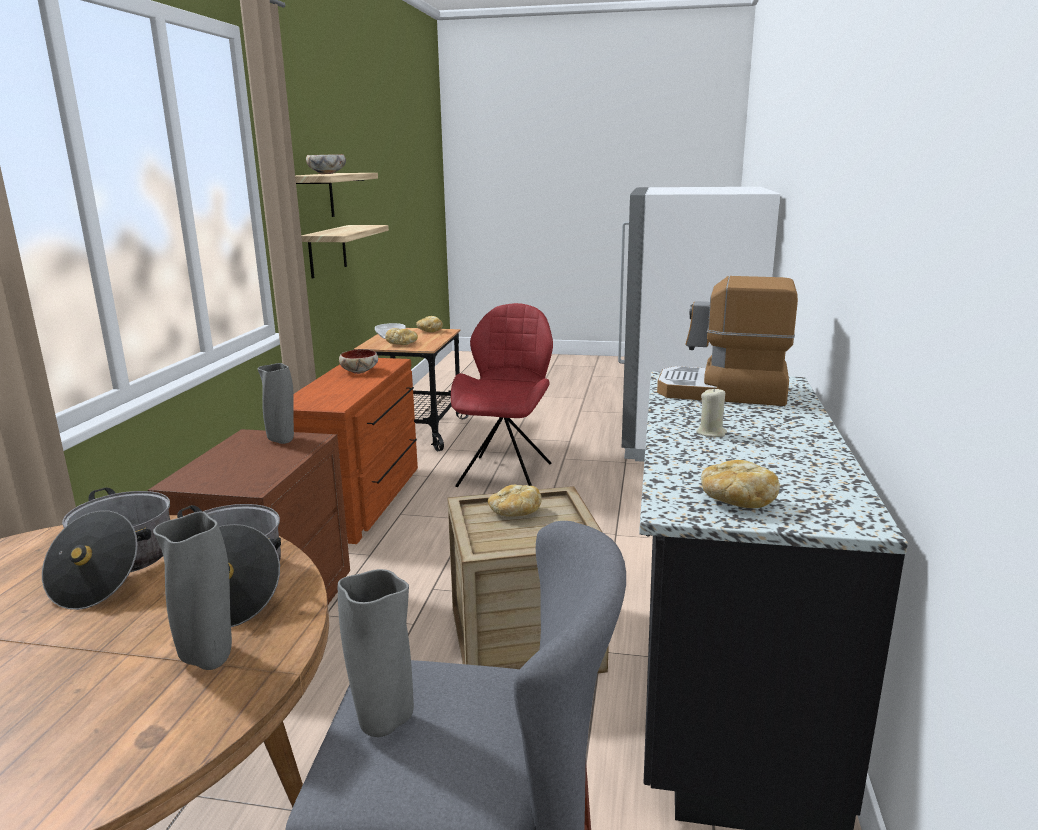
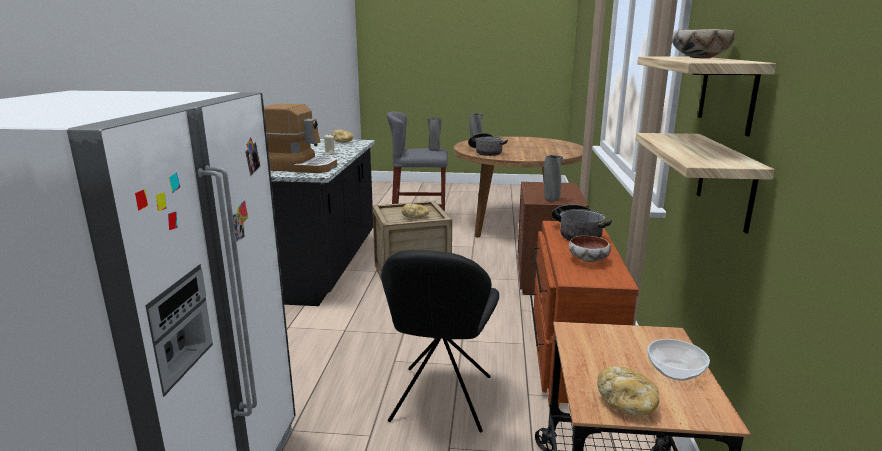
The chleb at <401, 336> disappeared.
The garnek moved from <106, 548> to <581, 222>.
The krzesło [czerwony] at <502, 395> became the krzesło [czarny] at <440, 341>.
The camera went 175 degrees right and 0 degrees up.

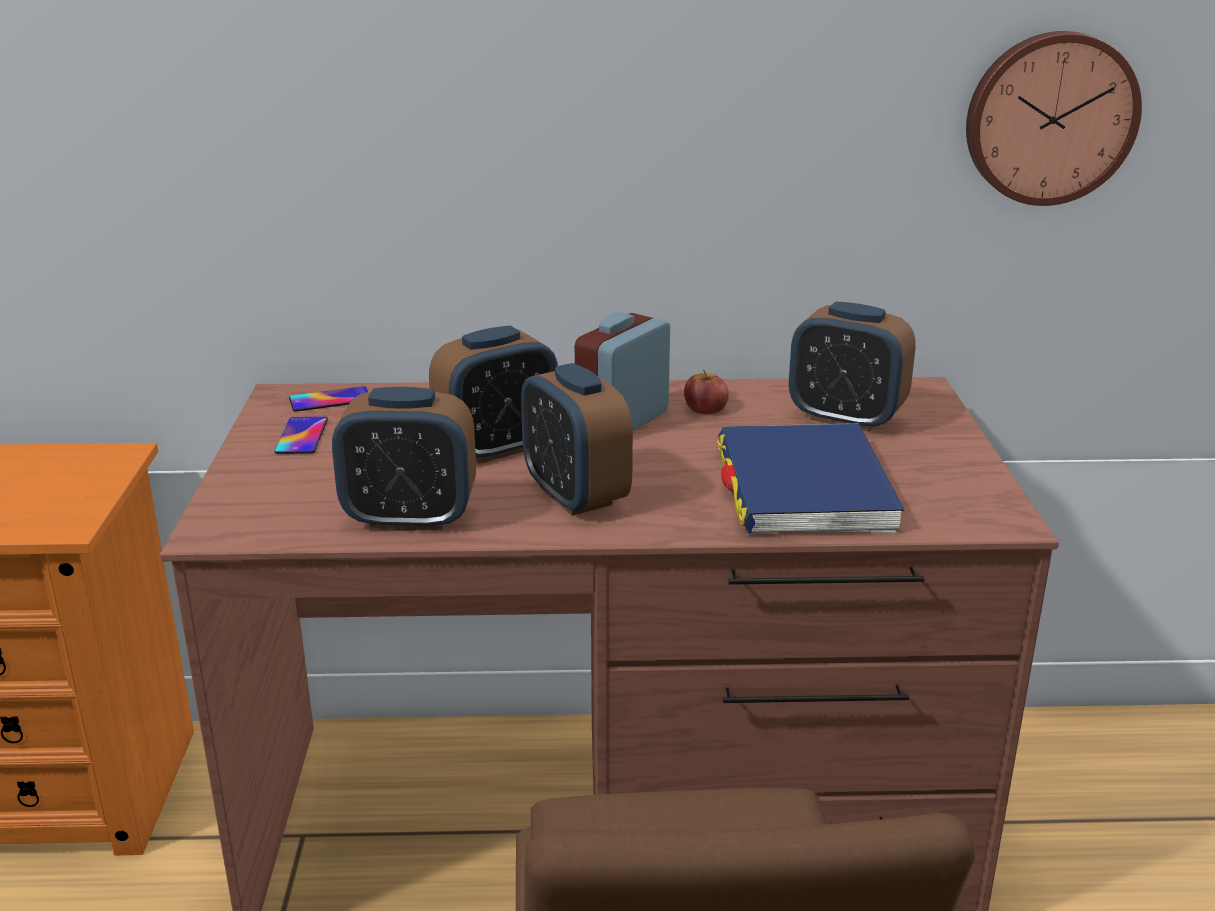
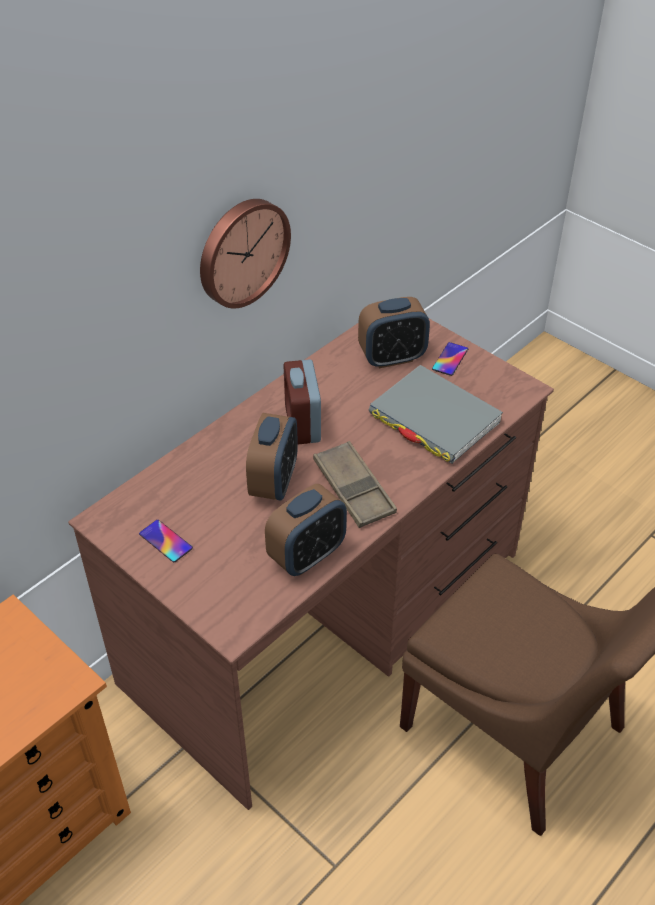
The jabłko at <706, 391> disappeared.
The telefon moved from <328, 398> to <450, 359>.
The zegar ścienny moved from <1054, 118> to <245, 254>.
The budzik at <577, 439> was replaced by the taca [brązowy] at <355, 484>.
The książka [niebieski] at <811, 478> became the książka [szary] at <436, 414>.
The camera went 45 degrees left and 20 degrees up.

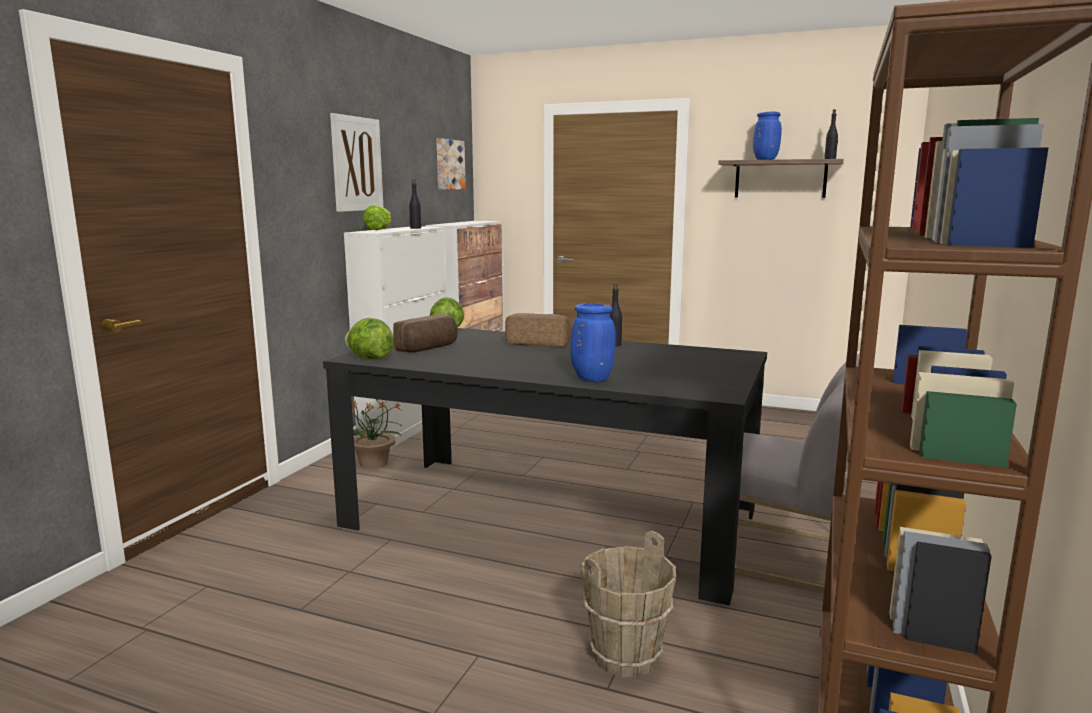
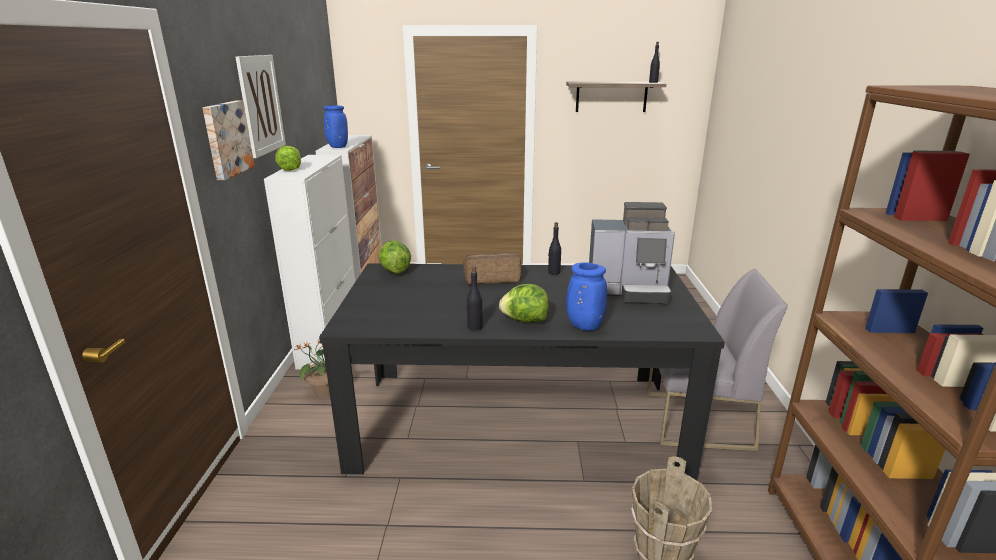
The chleb at <425, 333> disappeared.
The ekspres do kawy at <632, 253> appeared.
The sałata moved from <369, 338> to <524, 303>.
The butelka [czarny] moved from <415, 204> to <474, 299>.
The obraz moved from <451, 164> to <228, 140>.
The wazon [niebieski] moved from <767, 136> to <336, 126>.
The camera went 20 degrees left and 10 degrees up.

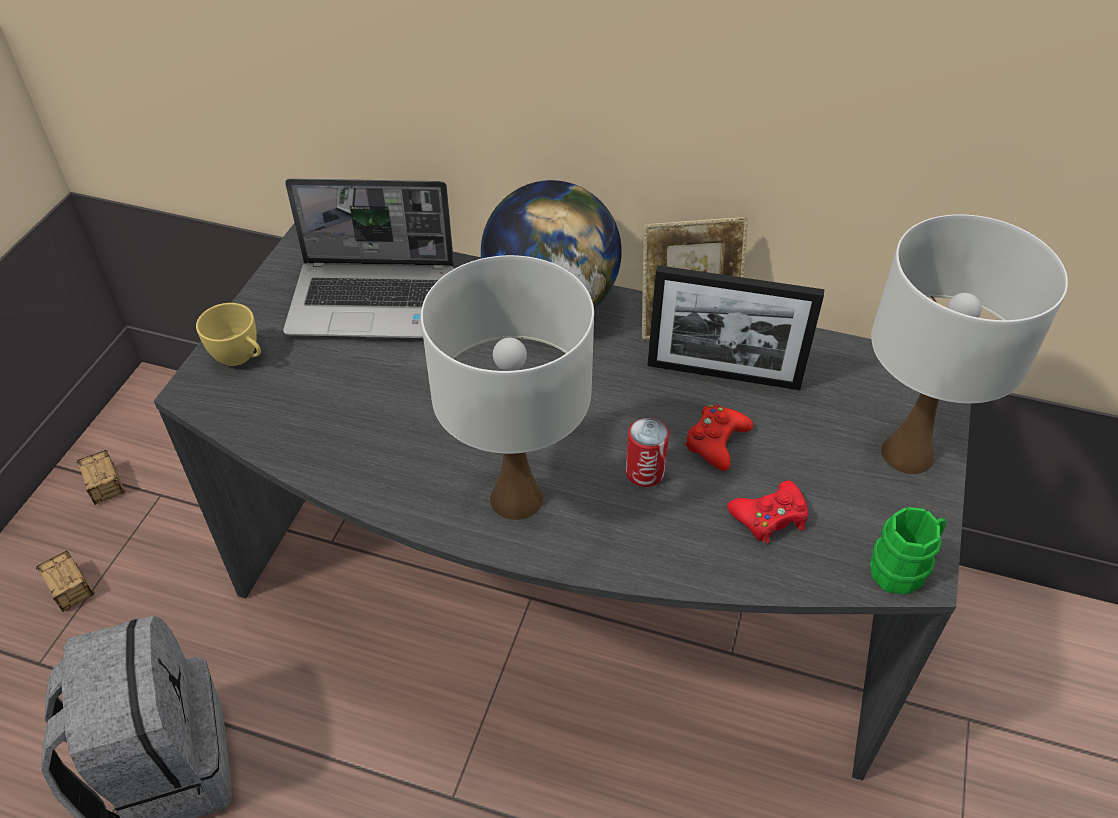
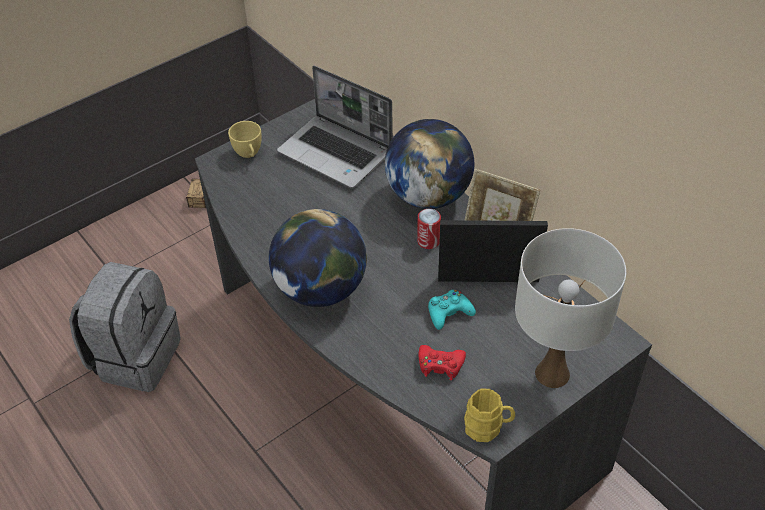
The pojemnik do przechowywania at <65, 581> disappeared.
The puszka moved from <647, 452> to <429, 229>.
The lampa stołowa [biały] at <507, 387> was replaced by the globus at <318, 258>.
The pad do gier [czerwony] at <718, 437> became the pad do gier [turkusowy] at <452, 310>.
The kubek [zielony] at <908, 550> became the kubek [żółty] at <489, 415>.
The ramka na zdjęcie at <735, 327> turned 135 degrees clockwise.
The camera went 35 degrees right and 0 degrees up.

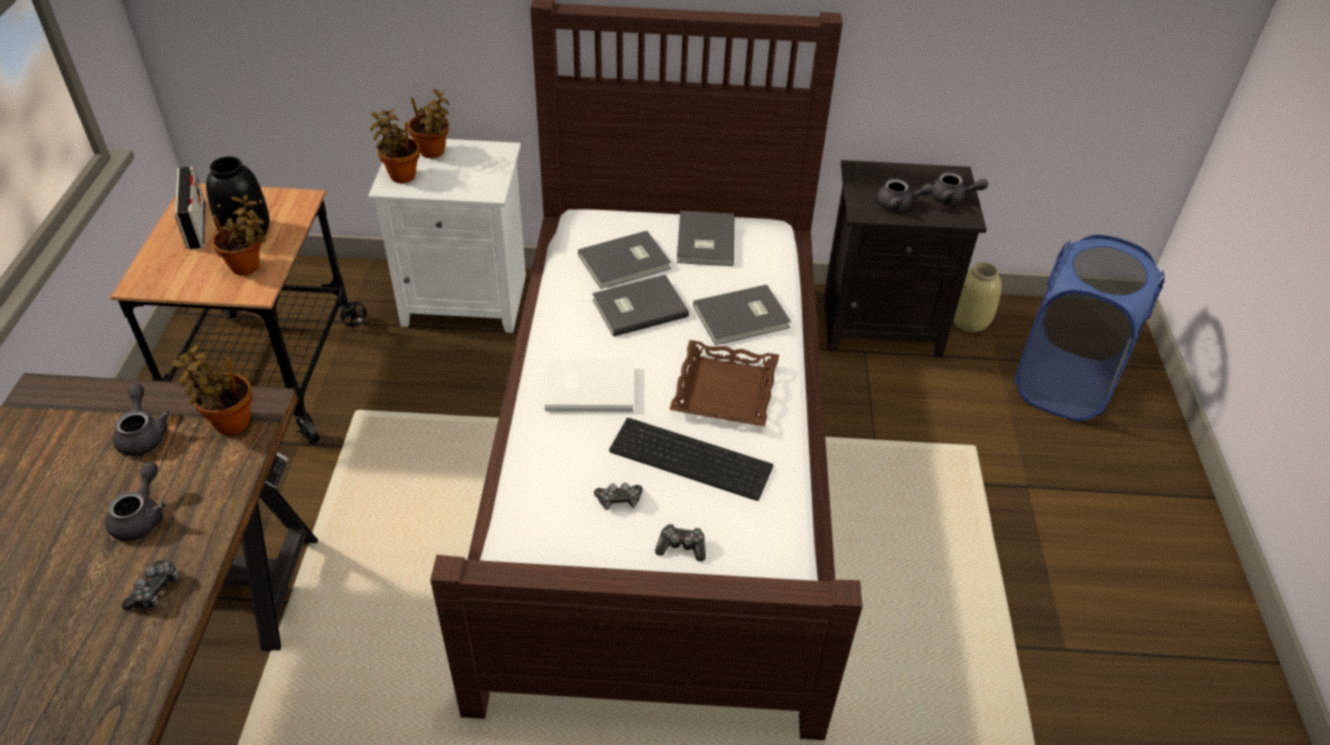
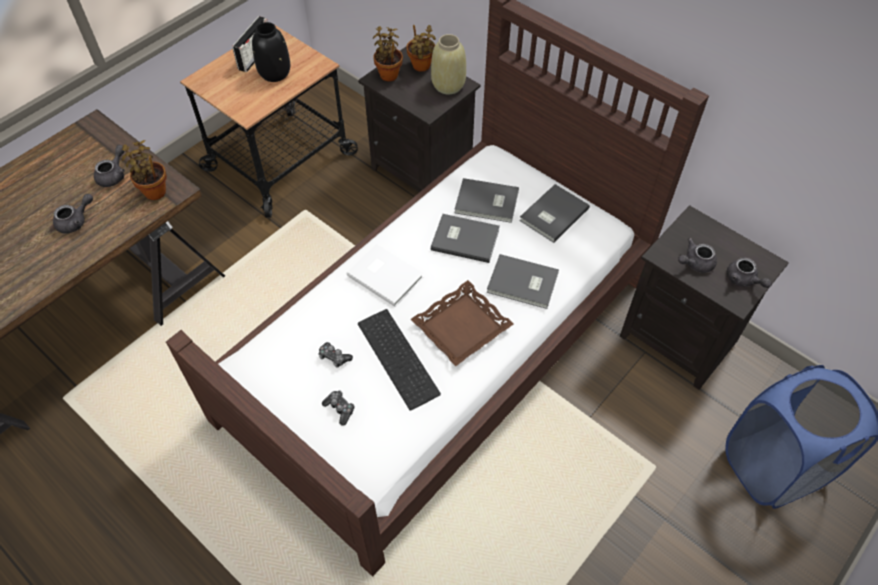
The pad do gier at <150, 585> disappeared.
The roślina doniczkowa at <239, 235> disappeared.
The wazon [beżowy] moved from <977, 297> to <448, 64>.
The szafka nocna [biały] at <447, 235> became the szafka nocna [czarny] at <419, 119>.
The imbryk [szary] at <906, 195> turned 105 degrees clockwise.
The camera went 40 degrees right and 10 degrees up.

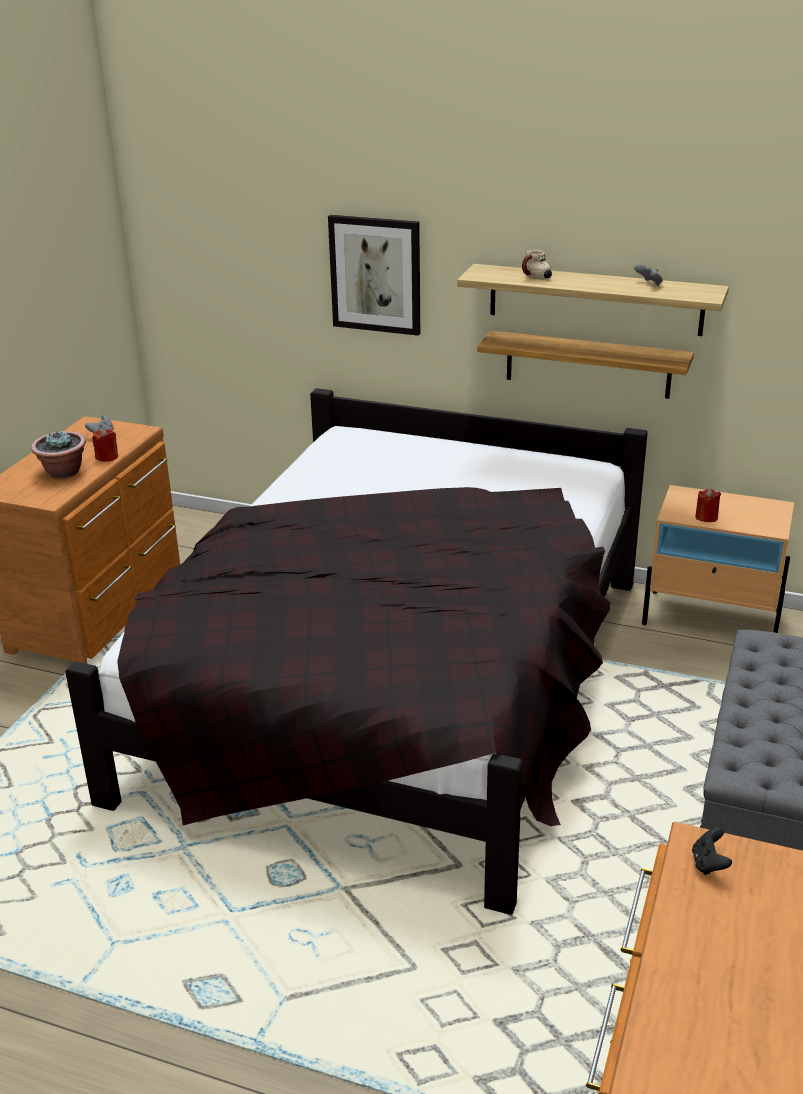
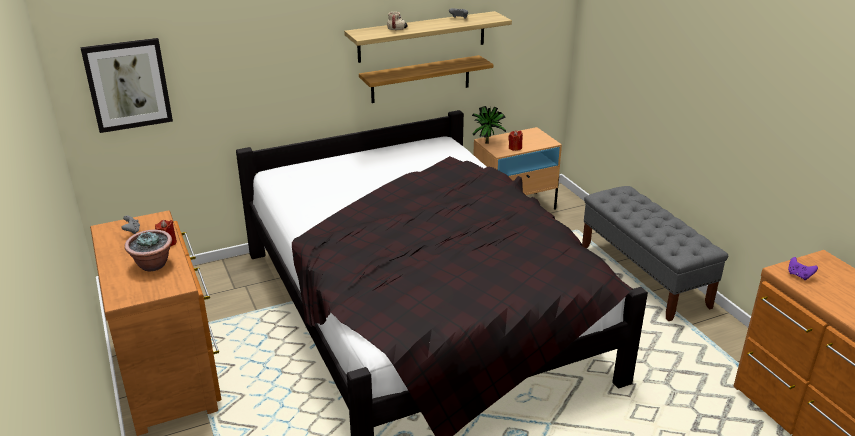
The roślina doniczkowa at <489, 125> appeared.
The obraz moved from <374, 275> to <126, 85>.
The pad do gier [czarny] at <712, 851> became the pad do gier [fioletowy] at <803, 268>.
The camera went 45 degrees left and 0 degrees up.

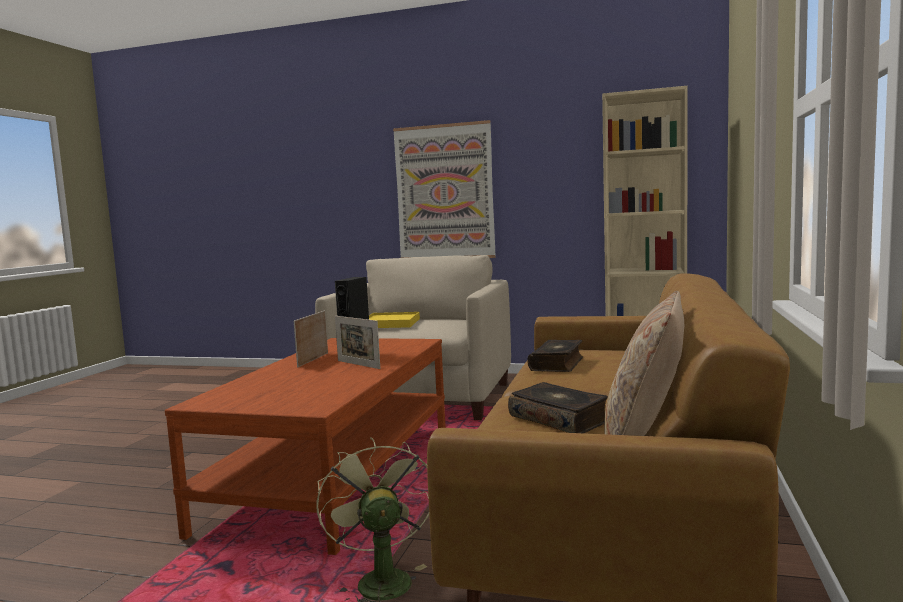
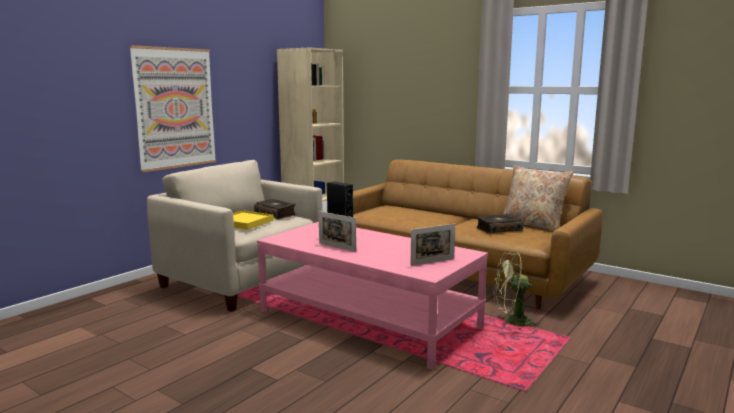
The ramka na zdjęcie moved from <357, 342> to <432, 245>.
The książka moved from <555, 356> to <275, 209>.
The ława [brązowy] at <305, 446> became the ława [różowy] at <372, 296>.
The camera went 70 degrees left and 5 degrees up.

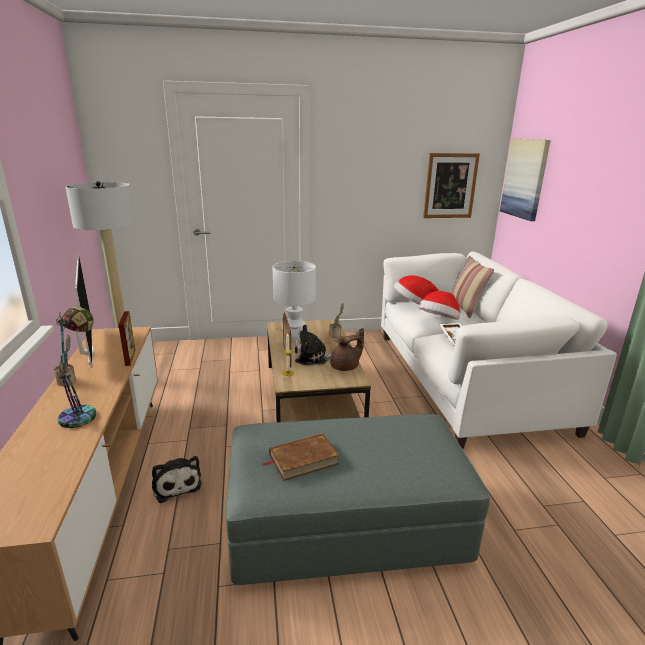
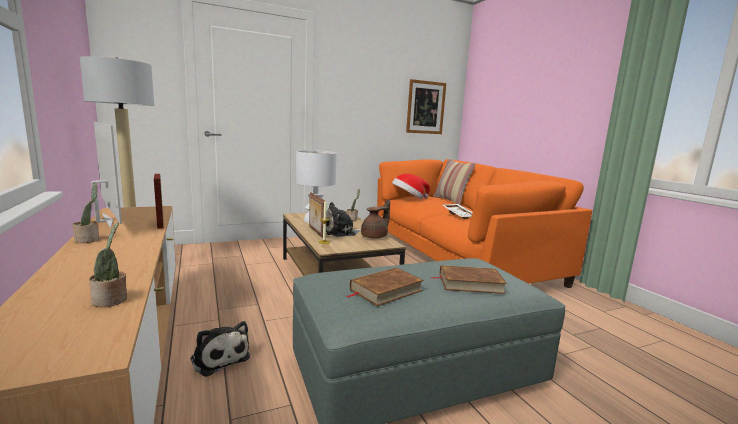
The lampa stołowa at <76, 367> disappeared.
The kapelusz at <439, 305> disappeared.
The obraz at <525, 180> disappeared.
The roślina doniczkowa at <108, 264> appeared.
The książka [brązowy] at <469, 279> appeared.
The kanapa [biały] at <499, 350> became the kanapa [pomarańczowy] at <484, 223>.
The camera went 15 degrees left and 10 degrees down.

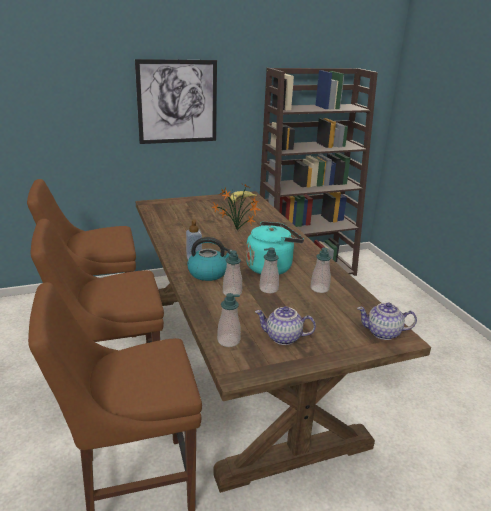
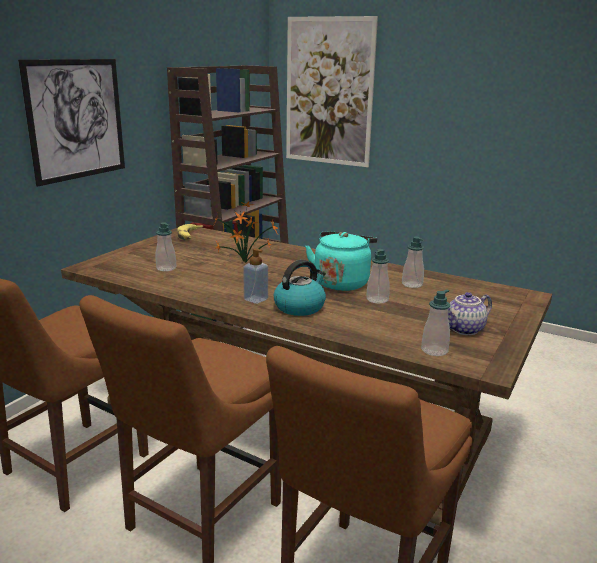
The imbryk at <387, 321> disappeared.
The obraz at <332, 91> appeared.
The dozownik mydła moved from <232, 272> to <166, 246>.
The camera went 40 degrees left and 5 degrees down.

